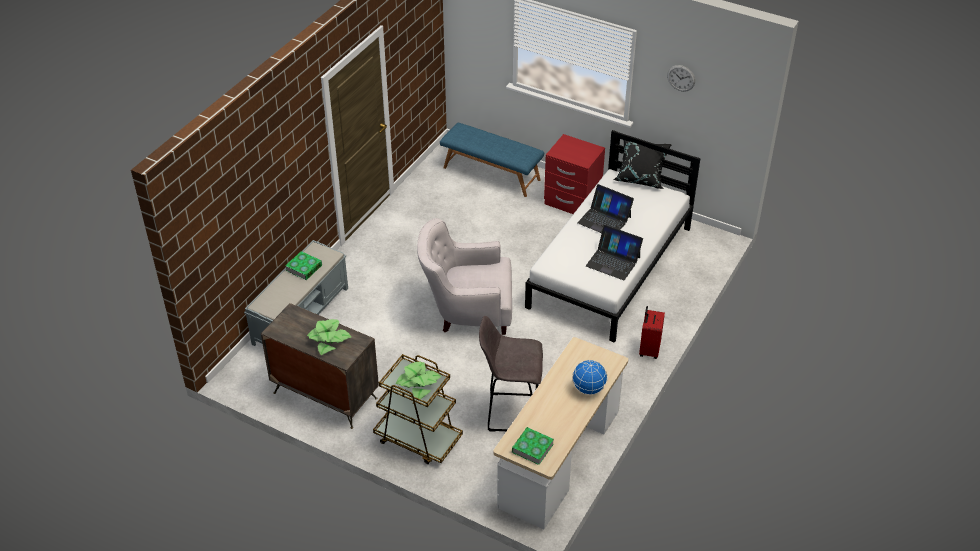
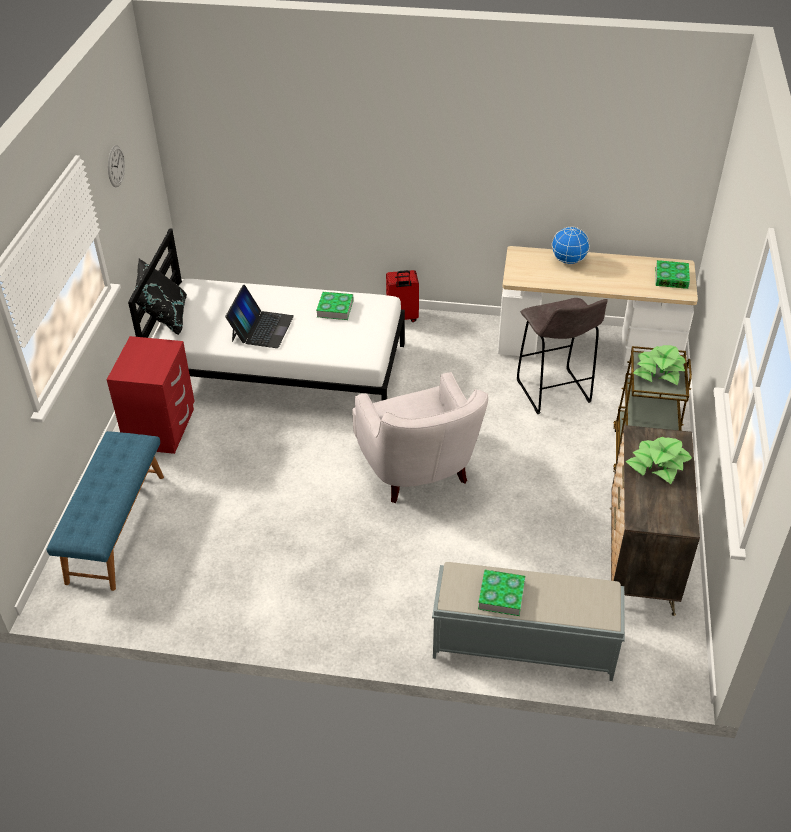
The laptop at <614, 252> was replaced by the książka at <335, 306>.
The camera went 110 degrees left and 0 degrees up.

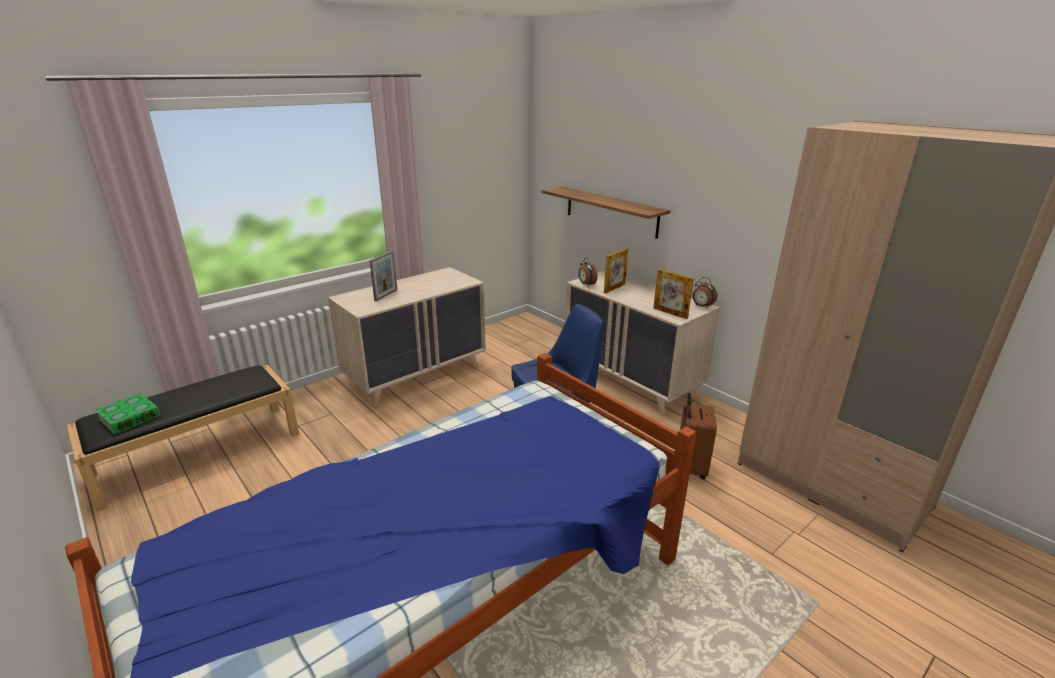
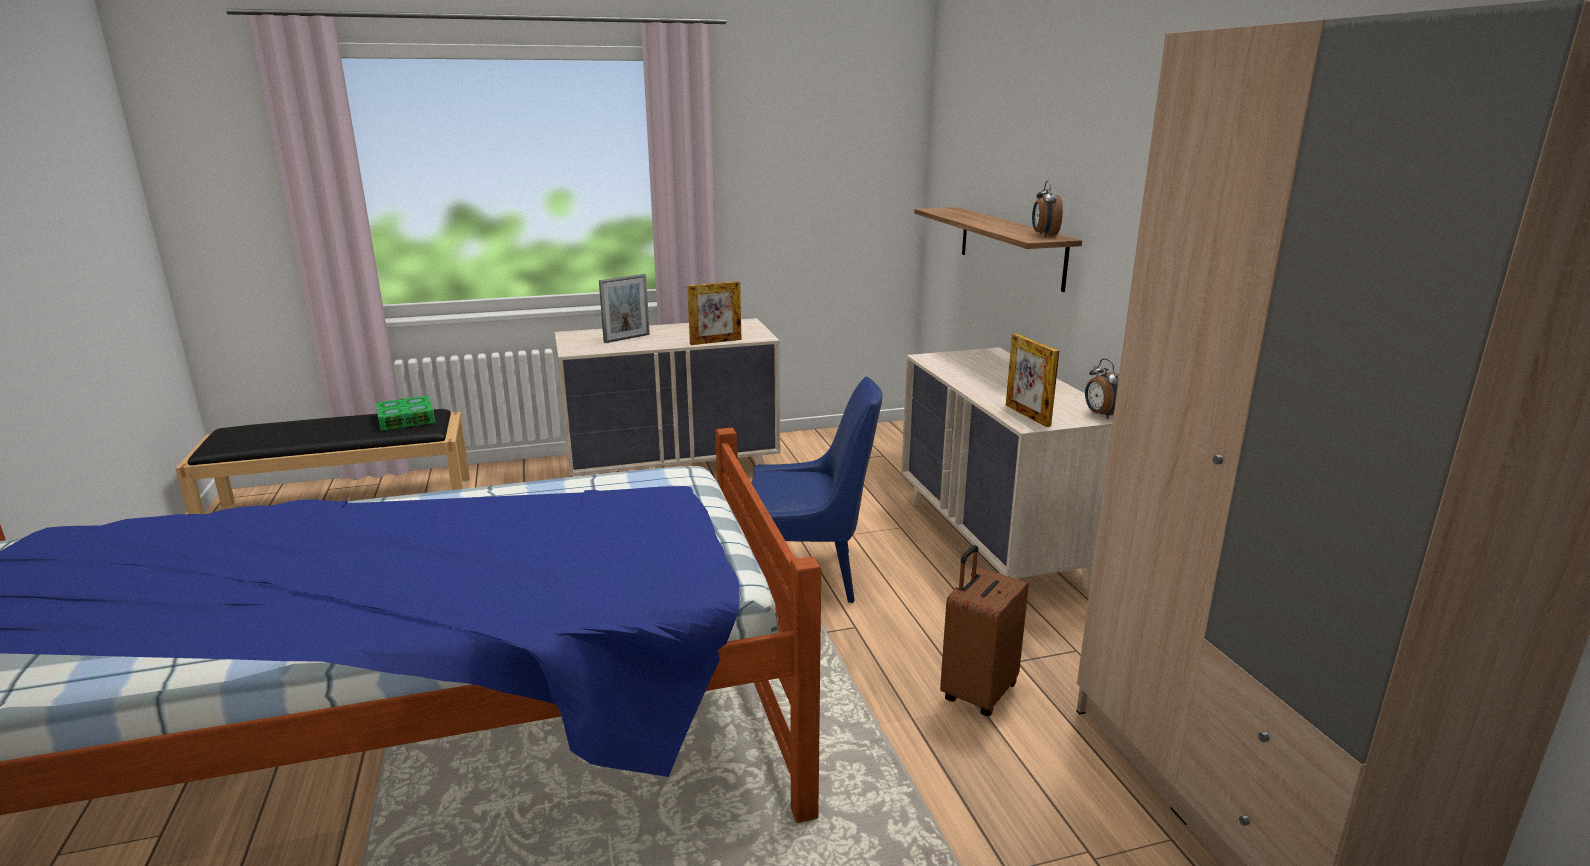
The książka moved from <128, 414> to <405, 413>.
The budzik moved from <588, 271> to <1047, 209>.
The ramka na zdjęcie moved from <616, 270> to <714, 313>.
The camera went 25 degrees right and 5 degrees down.

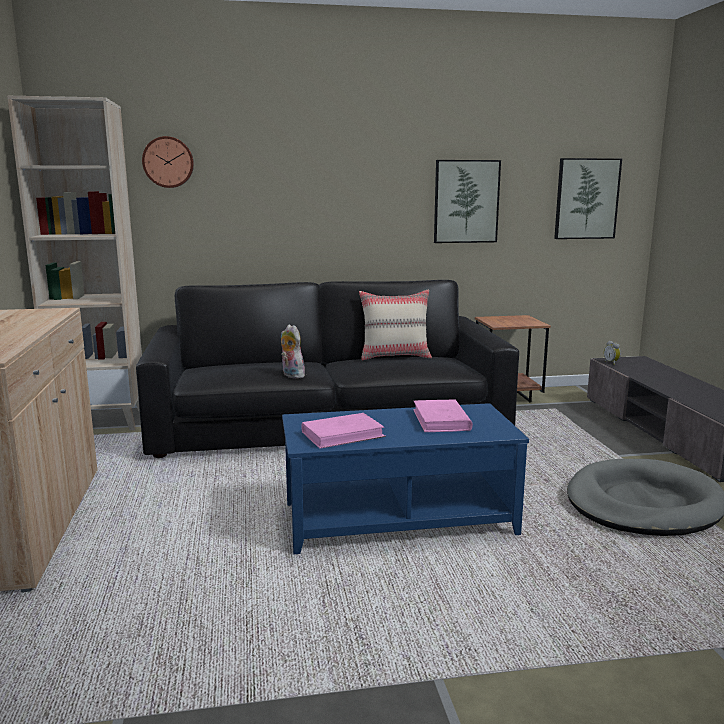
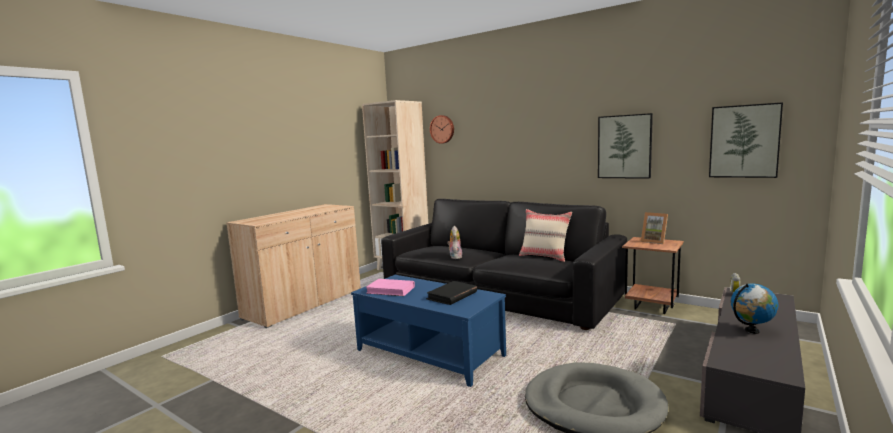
The ramka na zdjęcie at <654, 228> appeared.
The globus at <755, 308> appeared.
The książka [różowy] at <443, 415> became the książka [czarny] at <451, 293>.
The camera went 45 degrees right and 5 degrees down.

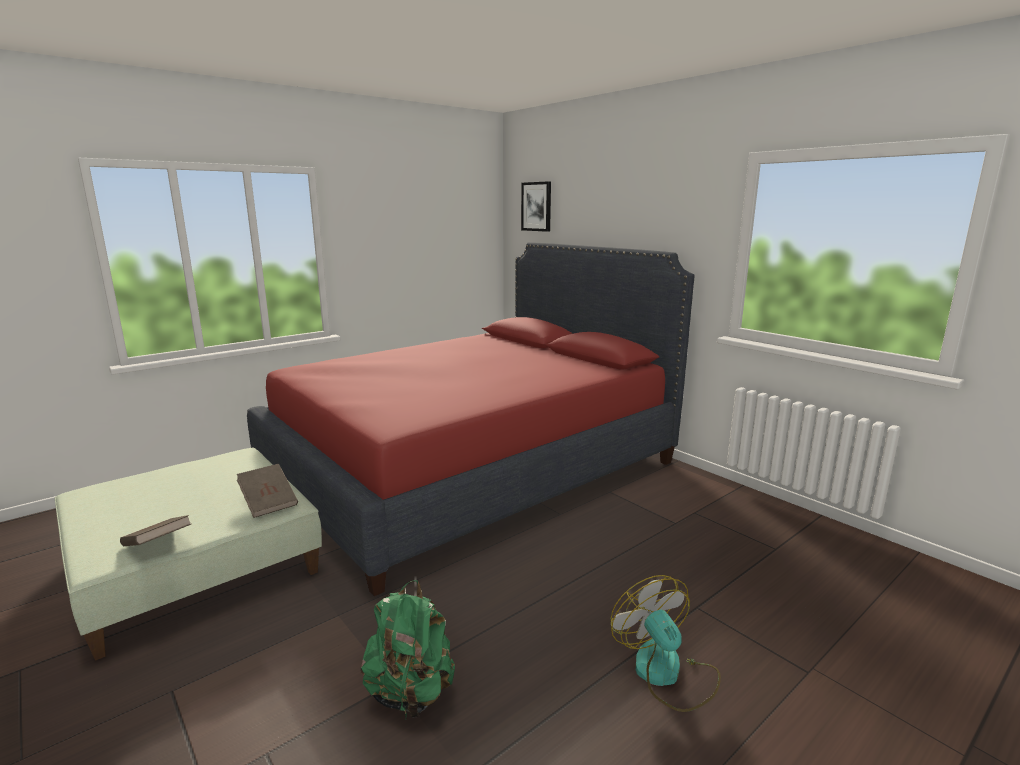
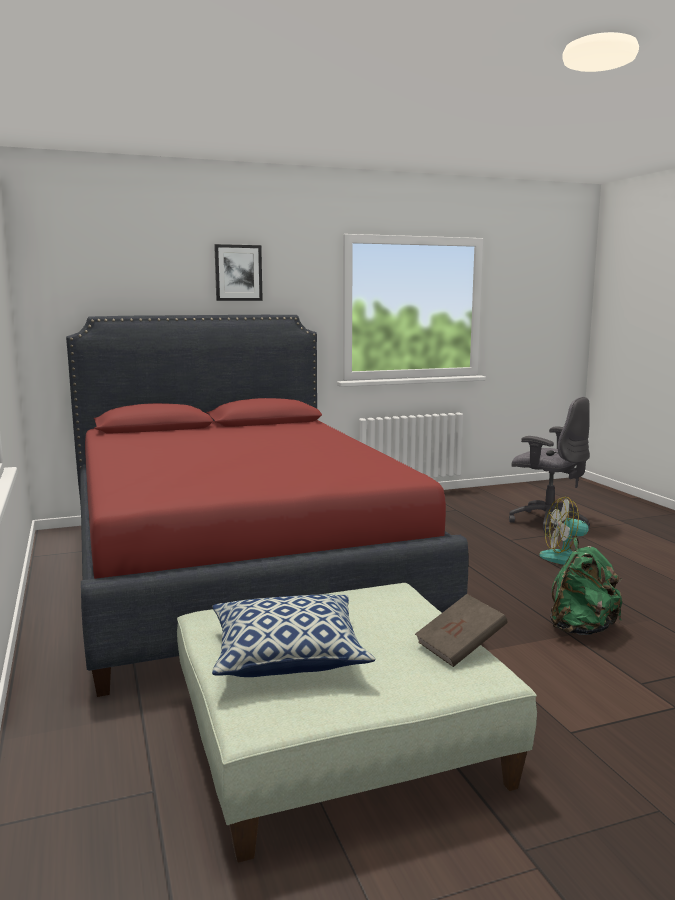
The książka [brązowy] at <267, 491> disappeared.
The poduszka at <293, 635> appeared.
The krzesło biurowe [szary] at <549, 465> appeared.
The obraz moved from <536, 206> to <238, 272>.
The camera went 70 degrees left and 5 degrees down.

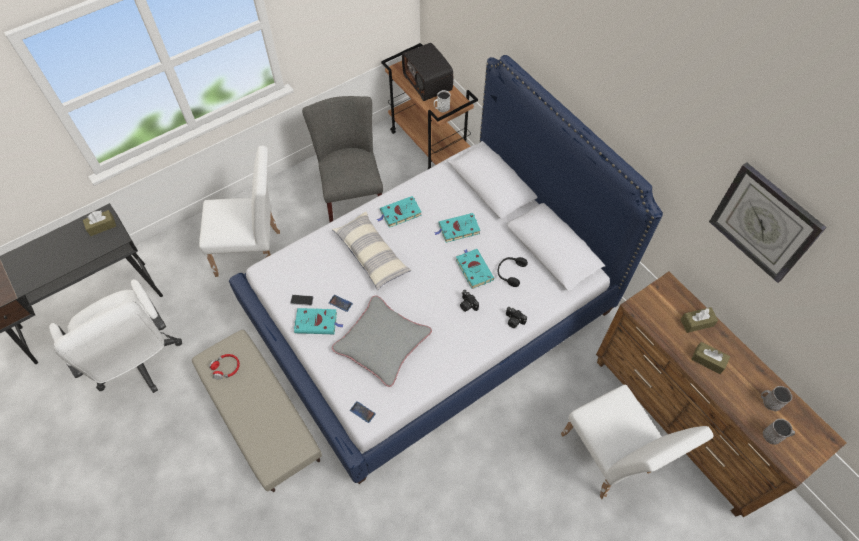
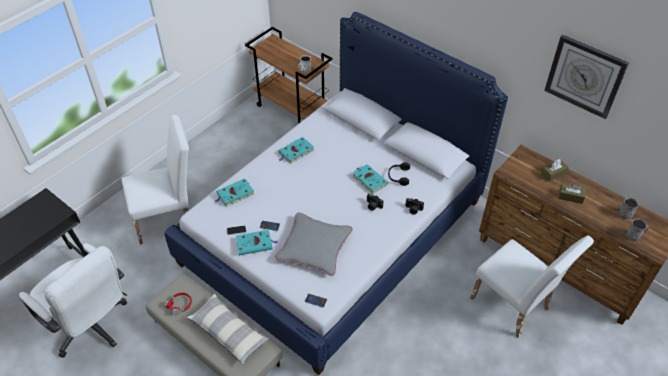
The pudełko chusteczek [brązowy] at <99, 223> disappeared.
The krzesło [szary] at <342, 159> disappeared.
The radio at <427, 72> disappeared.
The poduszka moved from <371, 251> to <228, 329>.
The książka [turkusowy] moved from <457, 228> to <234, 192>.
The camera went 15 degrees left and 10 degrees down.

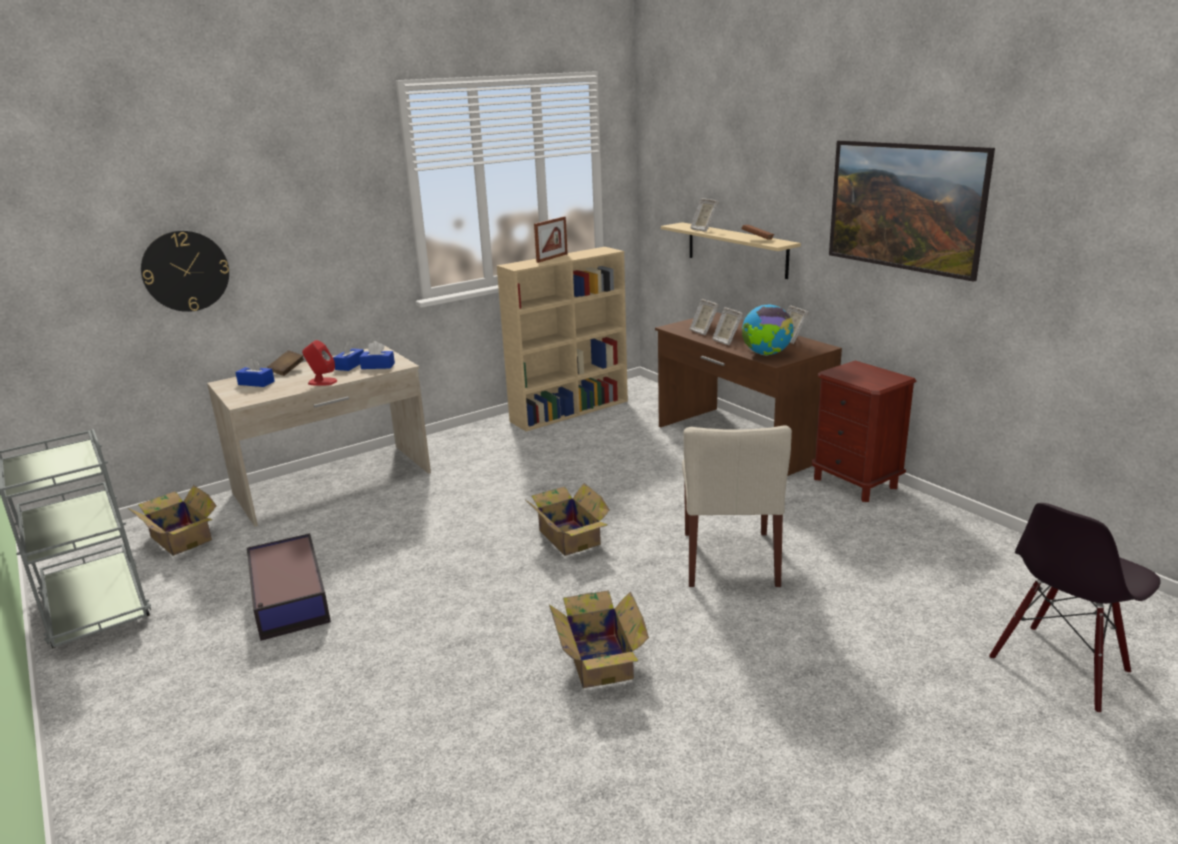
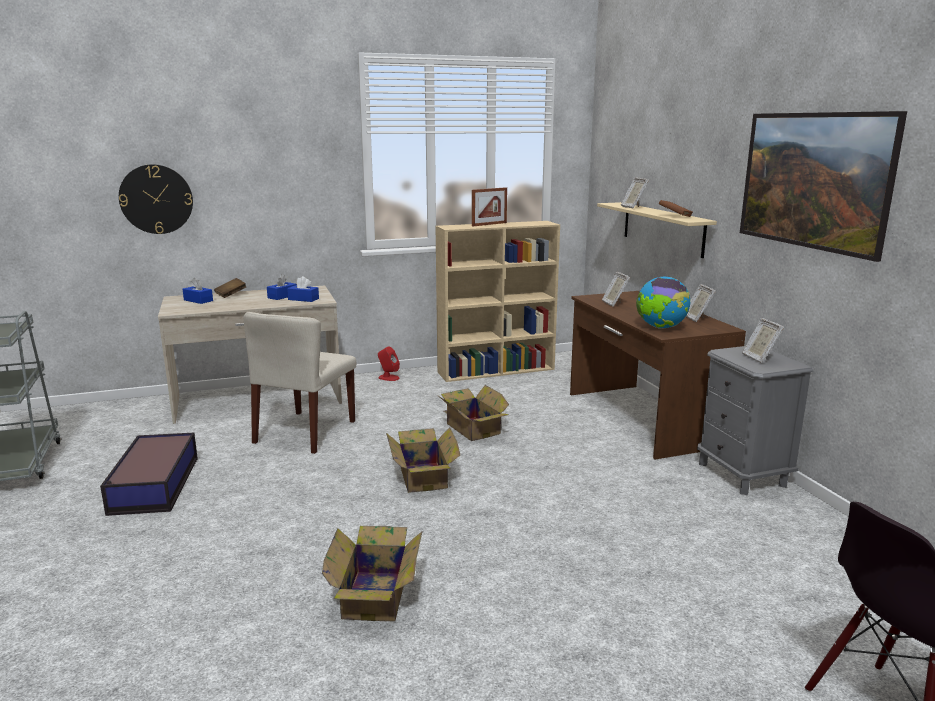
The karton moved from <172, 520> to <473, 413>.
The głośnik [czerwony] moved from <319, 363> to <389, 364>.
The krzesło [beżowy] moved from <737, 506> to <300, 383>.
The ramka na zdjęcie moved from <727, 326> to <763, 340>.
The szafka nocna [brązowy] at <864, 431> became the szafka nocna [szary] at <755, 420>.
The camera went 15 degrees right and 5 degrees down.

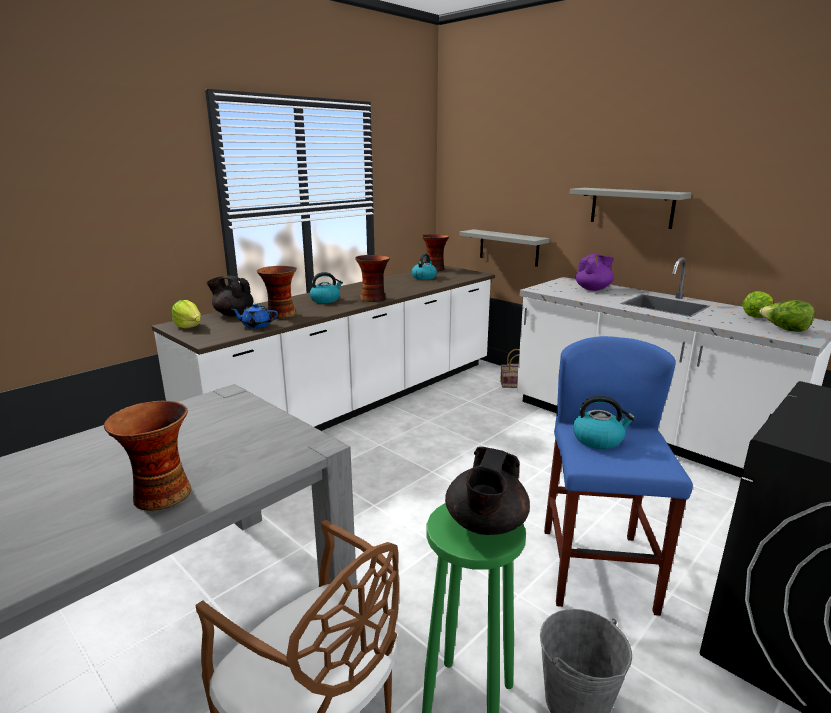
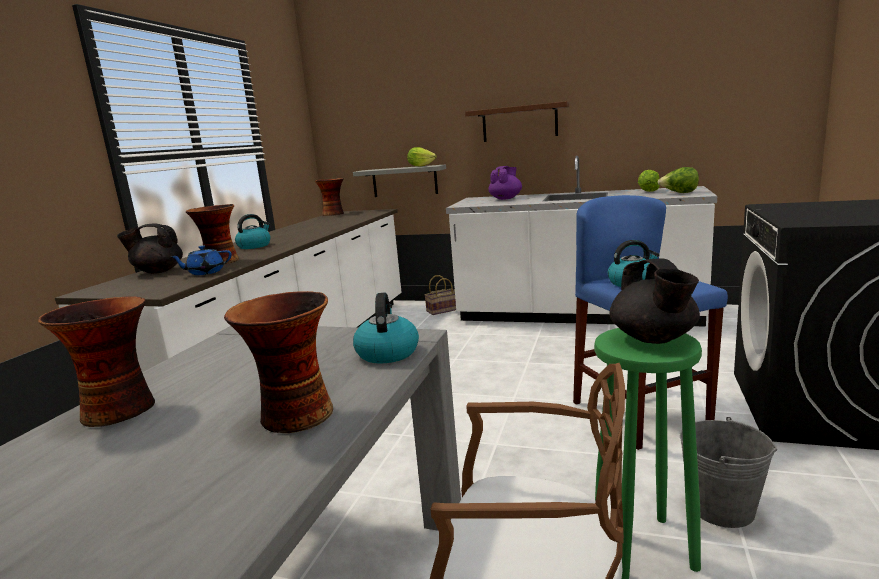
The sałata moved from <186, 314> to <421, 157>.
The wazon moved from <372, 278> to <96, 361>.
The czajnik moved from <424, 266> to <386, 328>.
The półka [szary] at <631, 208> became the półka [brązowy] at <517, 121>.
The camera went 25 degrees left and 5 degrees down.

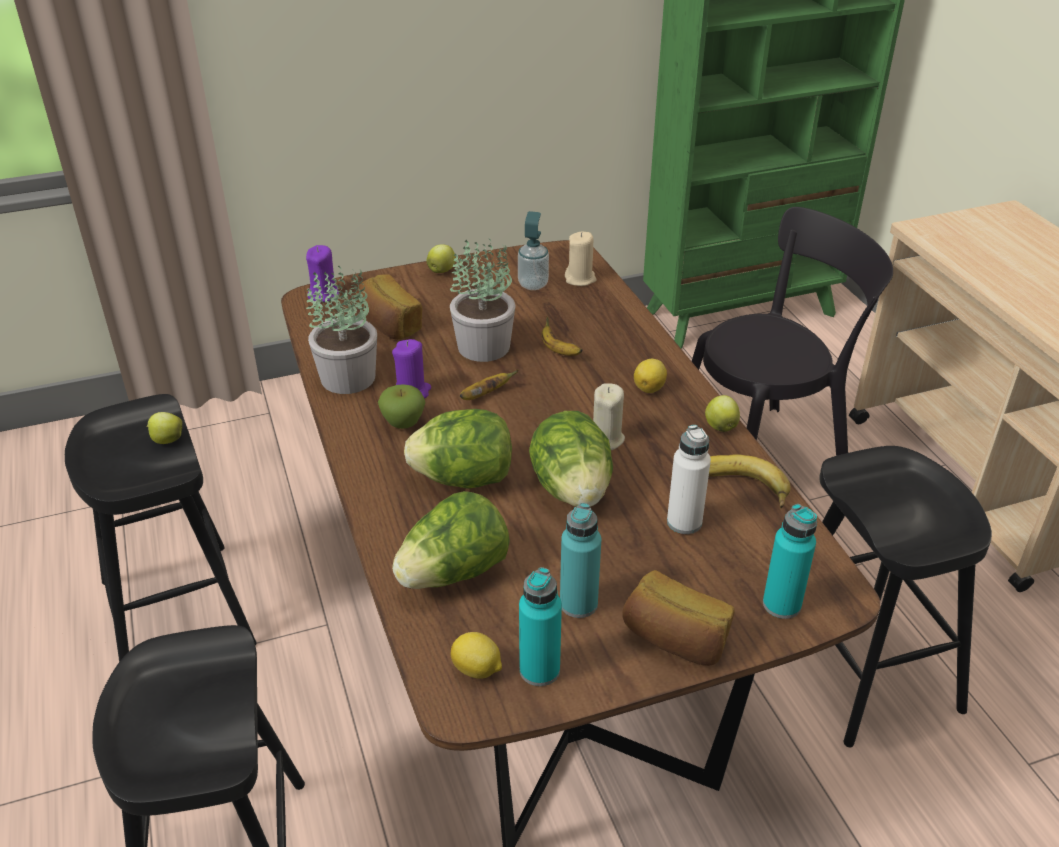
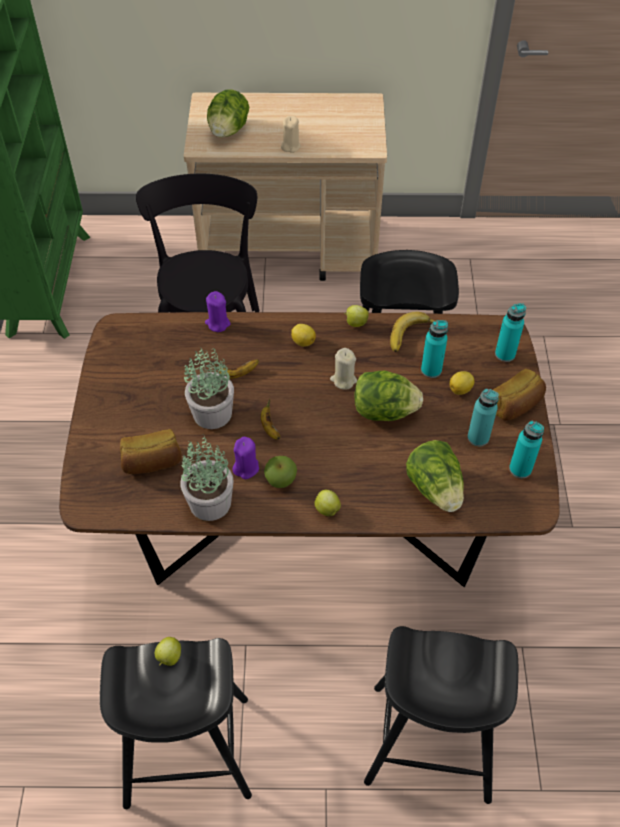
The dozownik mydła at <533, 250> disappeared.
The świeca [fioletowy] moved from <323, 273> to <218, 311>.
The sałata moved from <458, 449> to <228, 113>.
The jabłko moved from <441, 258> to <327, 503>.
The cytryna moved from <476, 655> to <462, 383>.
The świeca [beżowy] moved from <581, 258> to <291, 134>.
The butelka [biały] at <689, 479> became the butelka [turkusowy] at <434, 349>.
The camera went 70 degrees left and 15 degrees up.

